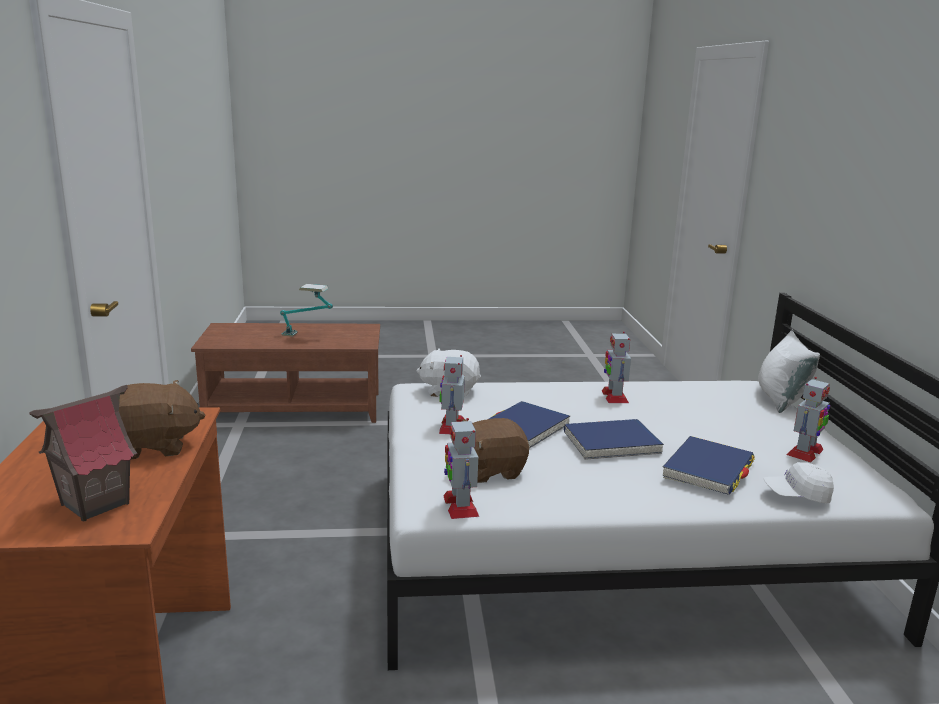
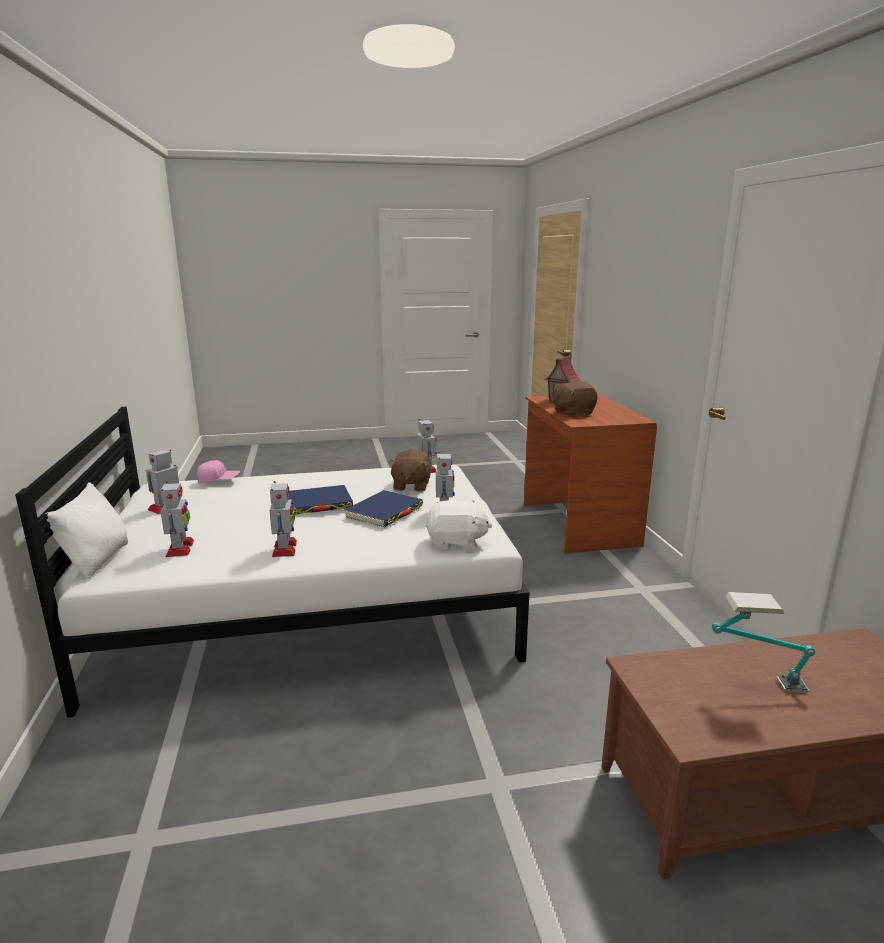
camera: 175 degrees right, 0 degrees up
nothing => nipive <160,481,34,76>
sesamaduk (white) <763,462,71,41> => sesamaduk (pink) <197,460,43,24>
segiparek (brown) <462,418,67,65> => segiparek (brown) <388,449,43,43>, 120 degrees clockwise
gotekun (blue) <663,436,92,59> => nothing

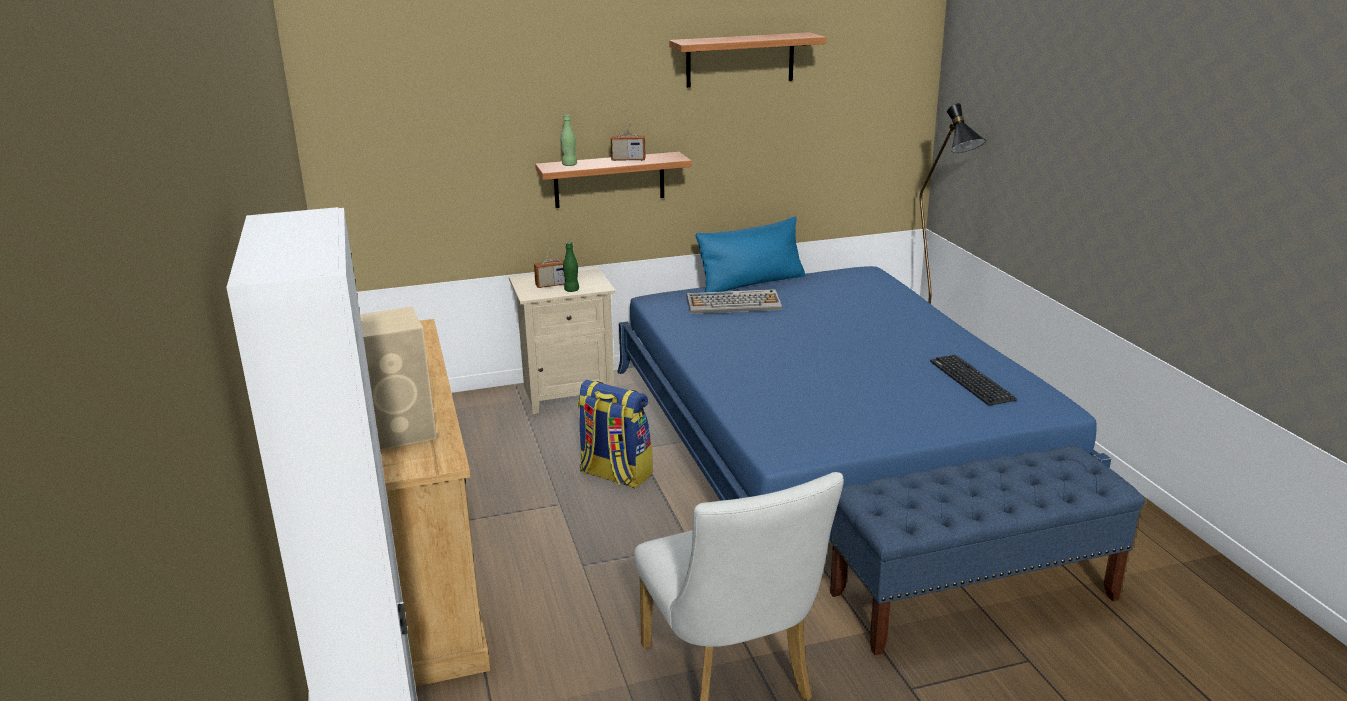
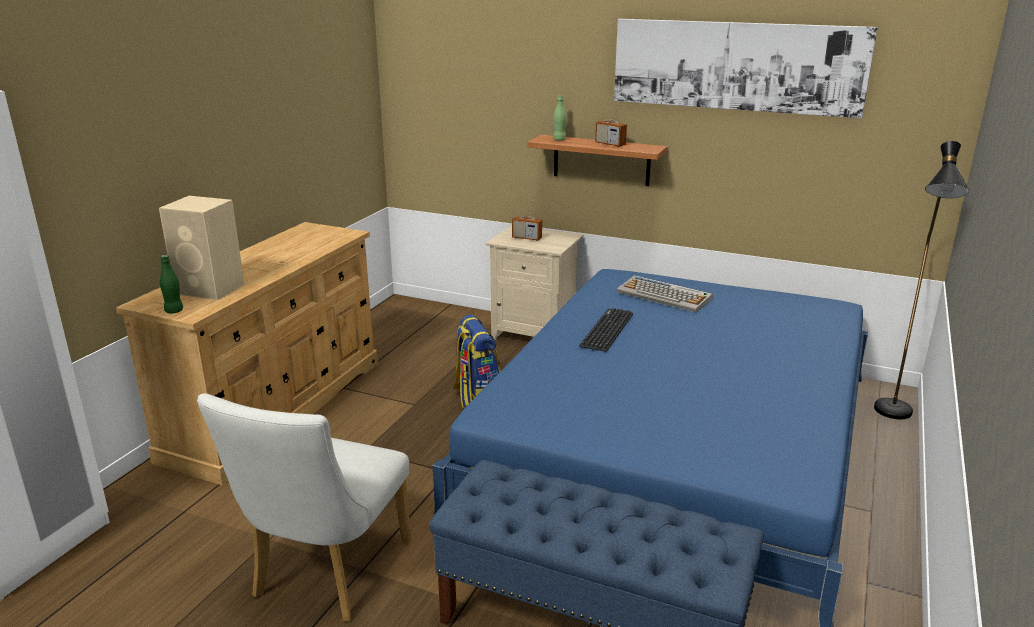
camera: 40 degrees right, 0 degrees up
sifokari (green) <563,242,16,50> => sifokari (green) <160,255,23,59>, move
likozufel <930,354,87,51> => likozufel <579,308,54,44>, move
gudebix <669,32,157,56> => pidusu <614,19,264,99>
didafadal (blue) <696,216,109,76> => nothing

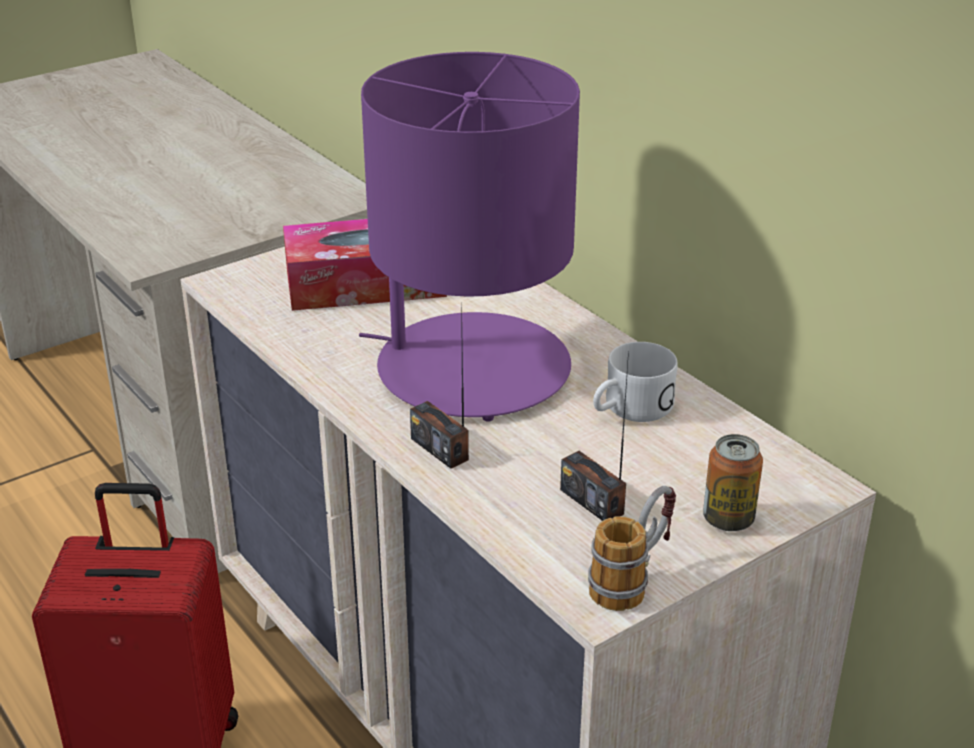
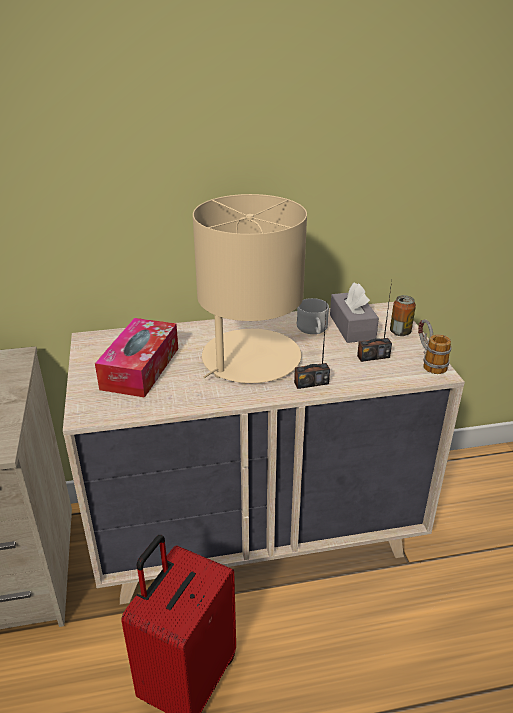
camera: 65 degrees left, 0 degrees up
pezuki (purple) <359,52,221,370> => pezuki (beige) <193,194,114,189>
nothing => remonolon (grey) <330,283,49,60>

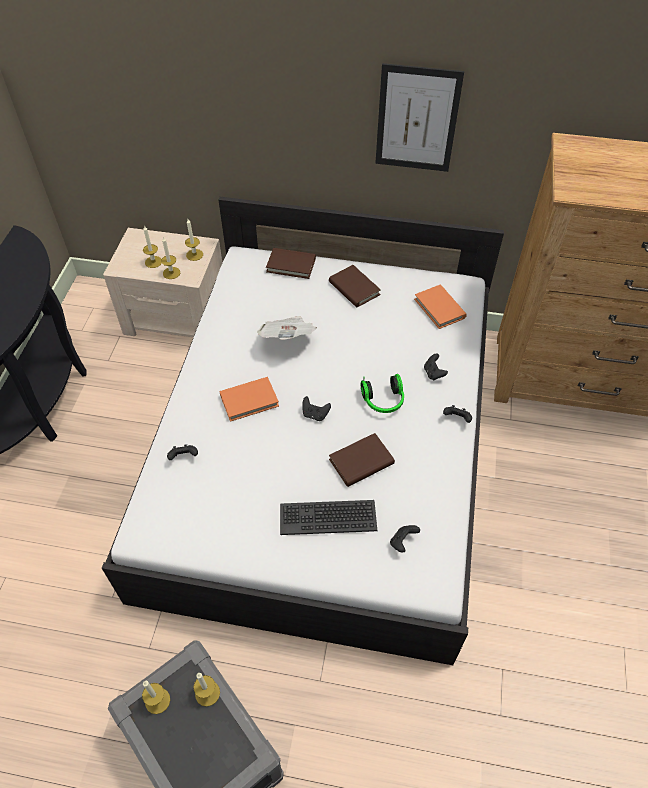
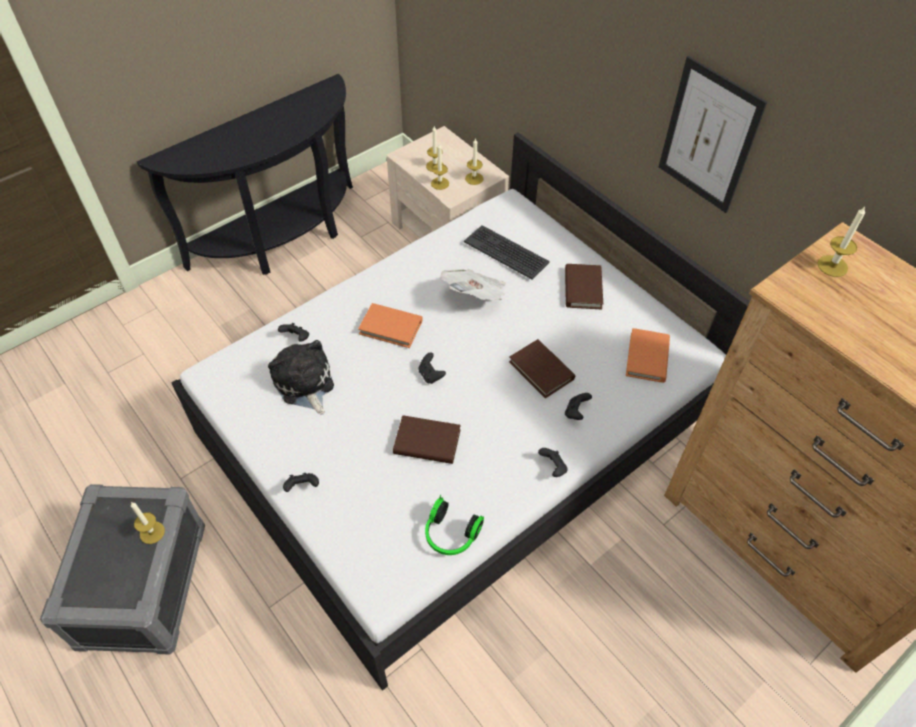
camera: 40 degrees right, 0 degrees up
nothing => segiparek <268,340,66,74>
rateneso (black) <390,525,30,28> => rateneso (black) <283,473,36,19>, move
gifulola <361,374,43,39> => gifulola <425,495,59,60>, move
likozufel <280,500,97,35> => likozufel <464,225,86,55>, move
gotekun (brown) <266,248,50,31> => gotekun (brown) <509,339,66,60>, move
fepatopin <142,681,28,33> => fepatopin <817,207,48,70>, move

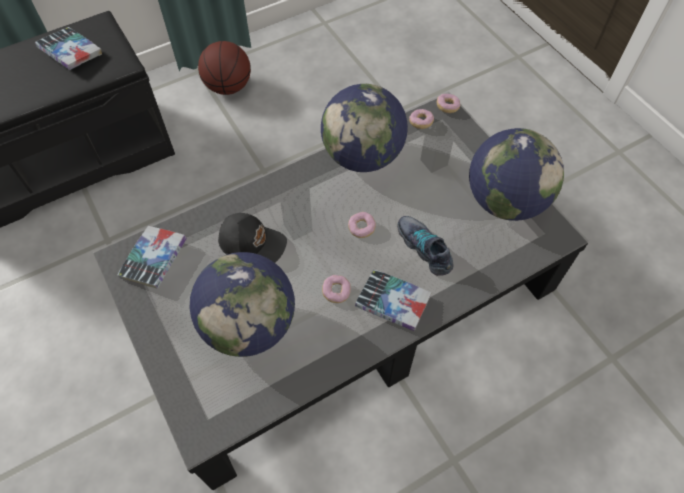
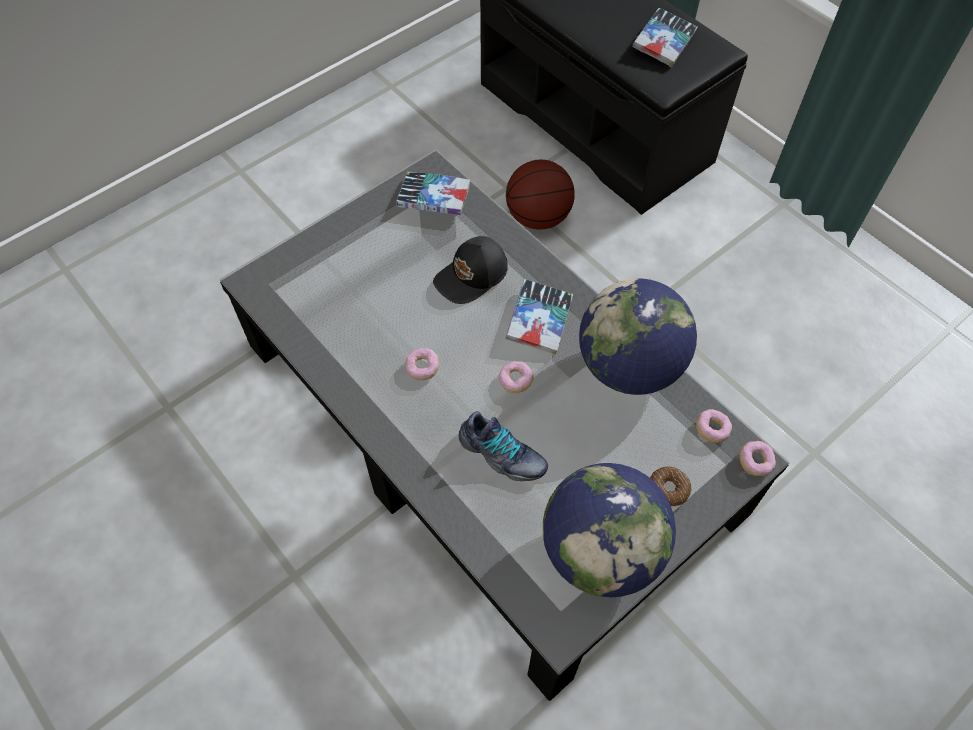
camera: 80 degrees right, 0 degrees up
sesamaduk (black) <218,213,69,50> => sesamaduk (black) <433,236,75,68>, 45 degrees clockwise
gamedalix <397,216,56,60> => gamedalix <459,411,89,70>, 75 degrees clockwise
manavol <198,41,53,54> => manavol <506,159,69,71>, move
gotekun <355,269,76,62> => gotekun <506,279,67,76>, move
nothing => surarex <650,466,42,41>
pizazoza <190,252,105,105> => nothing

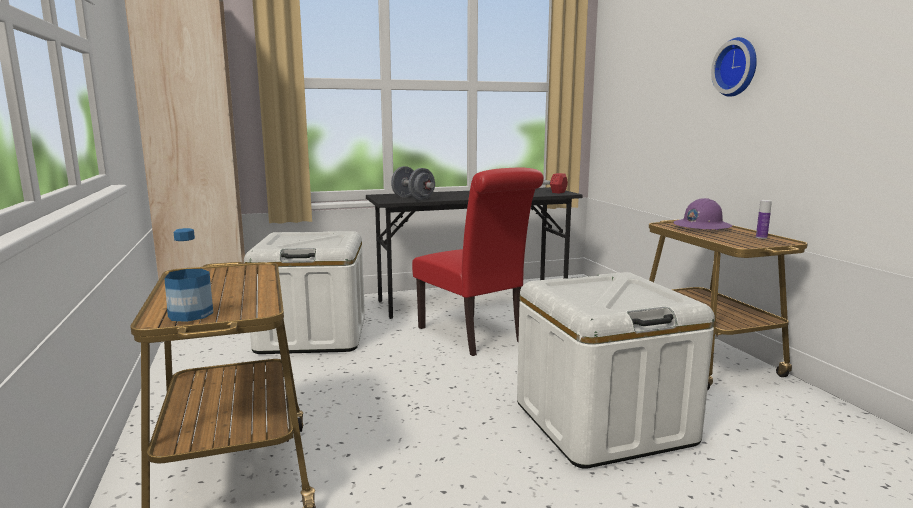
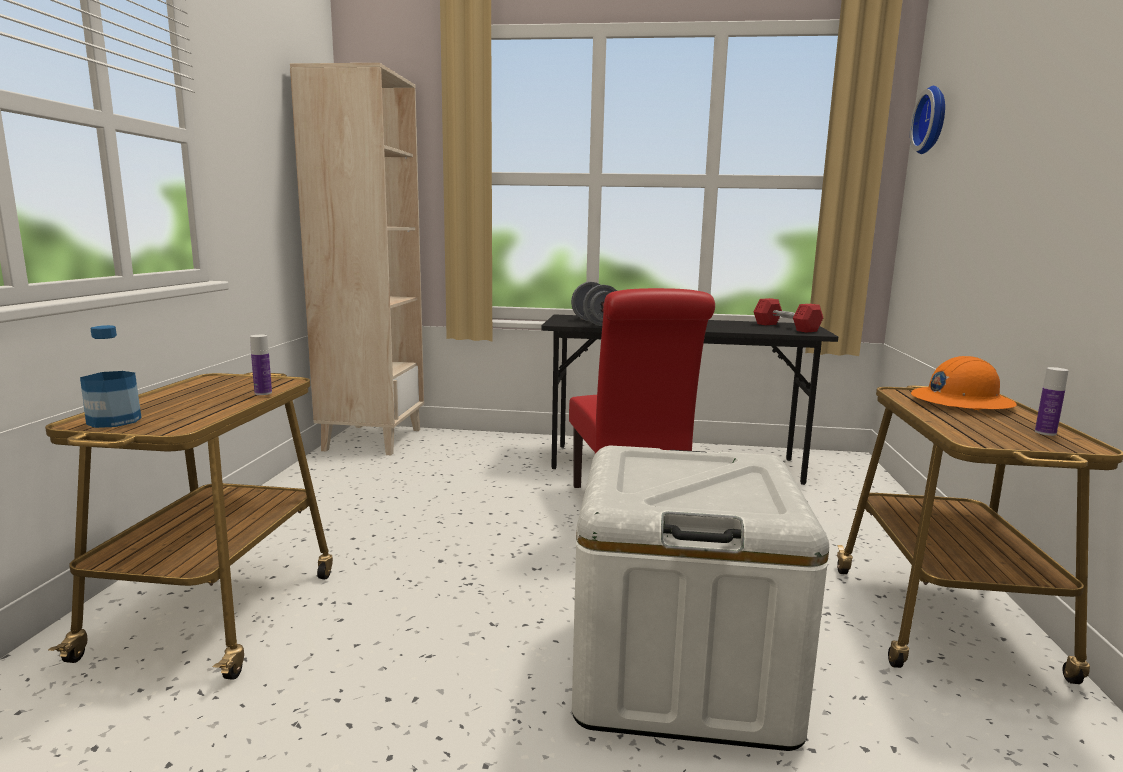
camera: 25 degrees right, 0 degrees up
nothing => sifokari <250,335,22,60>
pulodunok <711,37,46,60> => pulodunok <910,86,35,68>, move
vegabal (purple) <673,198,59,32> => vegabal (orange) <911,356,106,54>
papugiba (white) <244,231,121,123> => nothing

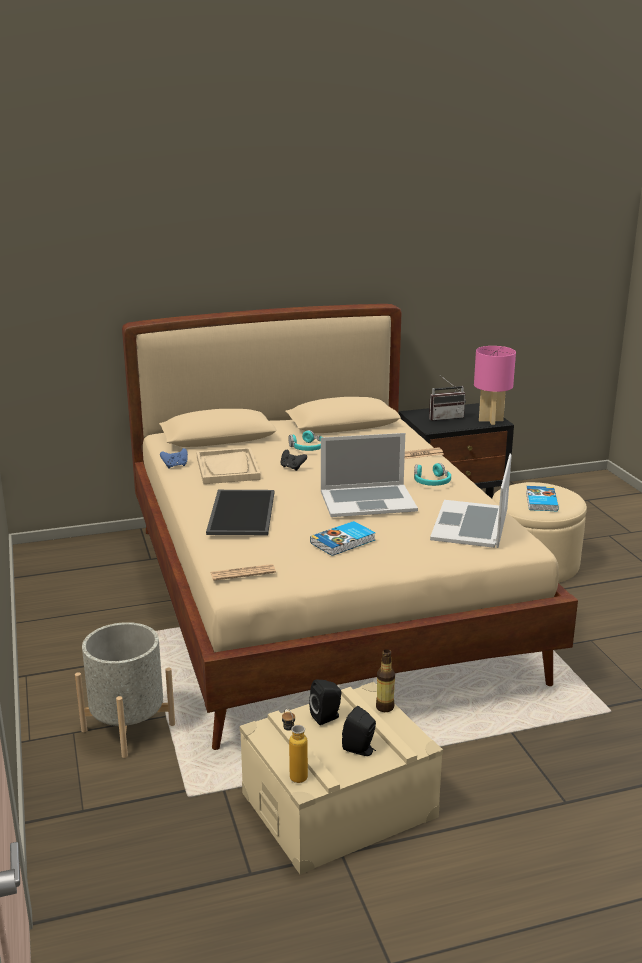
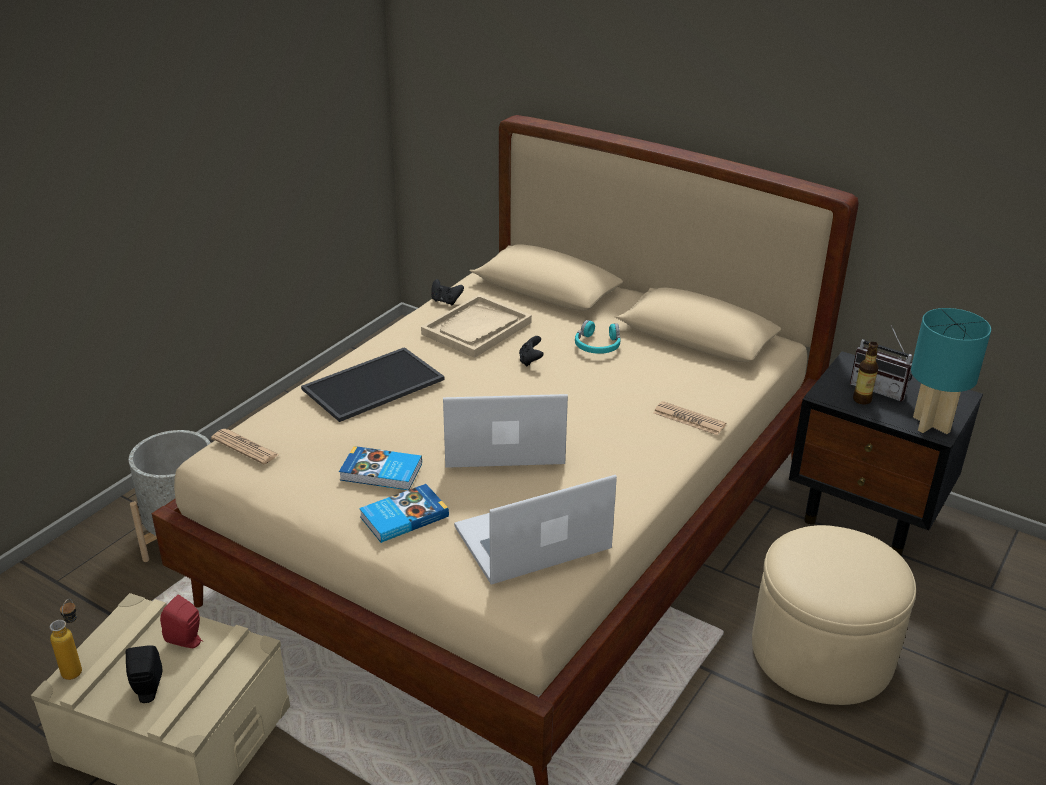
camera: 50 degrees right, 10 degrees up
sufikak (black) <309,680,32,45> => sufikak (red) <160,595,43,53>
gotekun <526,486,33,25> => gotekun <359,484,90,59>, move
rateneso (blue) <160,448,28,21> => rateneso (black) <431,279,33,26>
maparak <321,433,97,84> => maparak <443,394,125,74>, 135 degrees clockwise
sifokari <376,649,19,63> => sifokari <853,342,25,62>, move
pezuki (pink) <474,346,42,79> => pezuki (turquoise) <911,308,80,126>
gifulola (turquoise) <414,463,37,23> => nothing

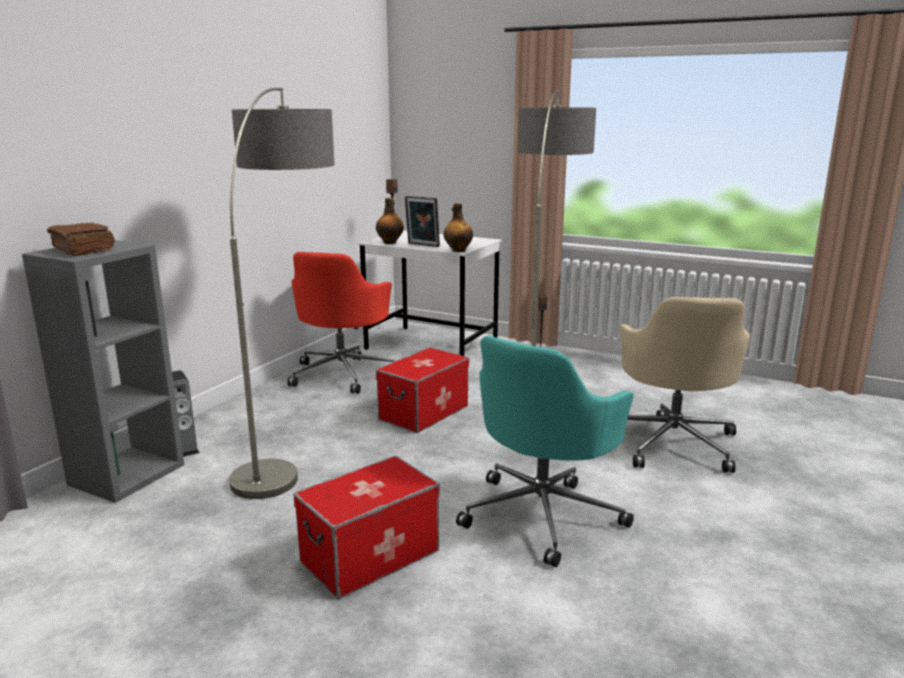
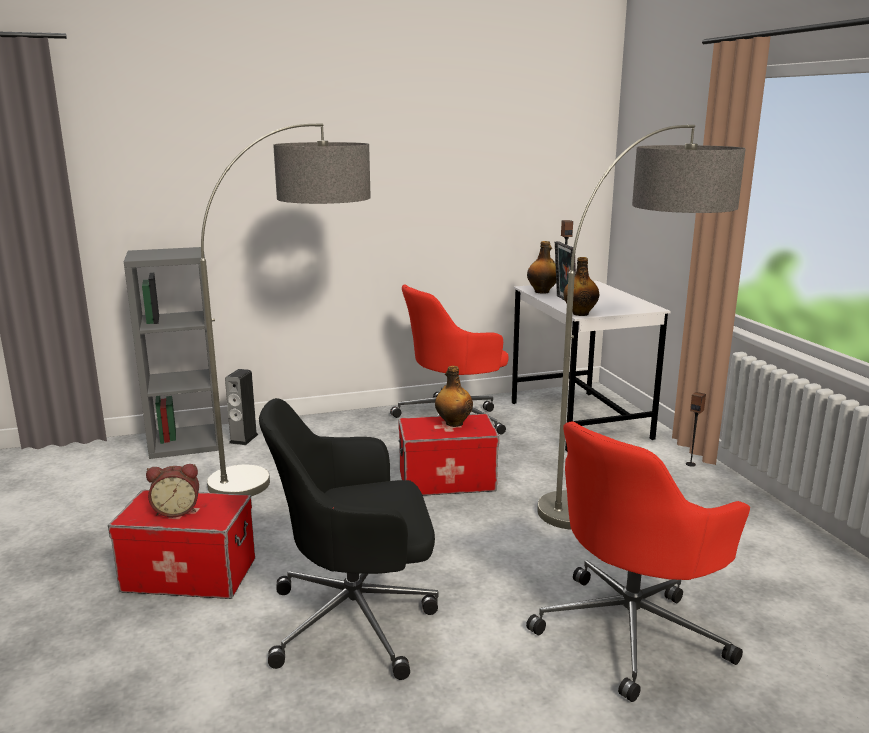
camera: 45 degrees right, 0 degrees up
nothing => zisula <146,464,53,53>
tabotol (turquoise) <456,336,178,231> => tabotol (black) <259,398,179,282>
nothing => sifokari <435,366,38,61>
tabotol (beige) <620,297,130,176> => tabotol (red) <526,421,224,281>
gotekun (brown) <47,222,68,34> => nothing

